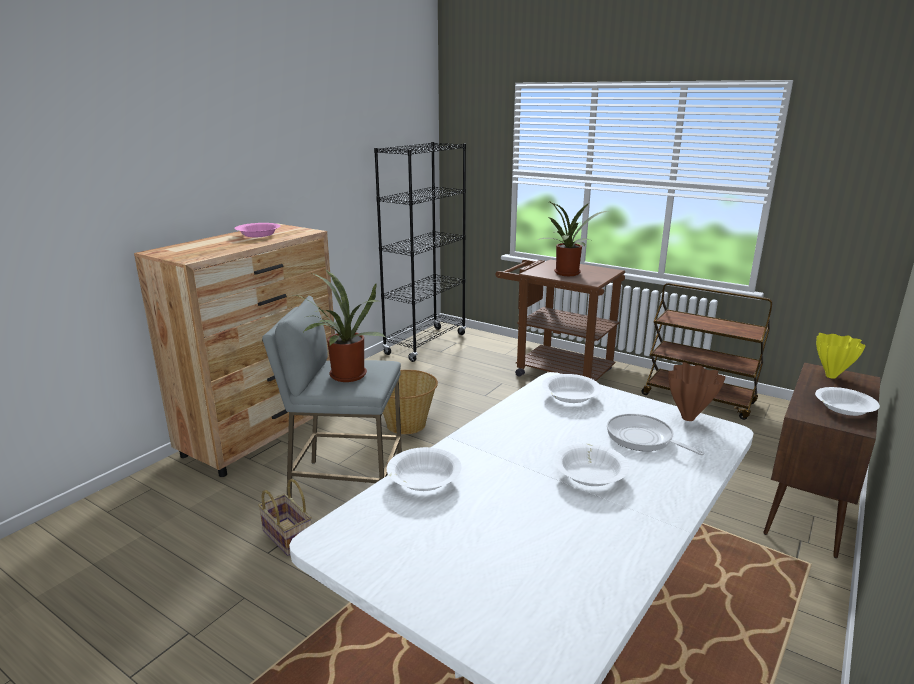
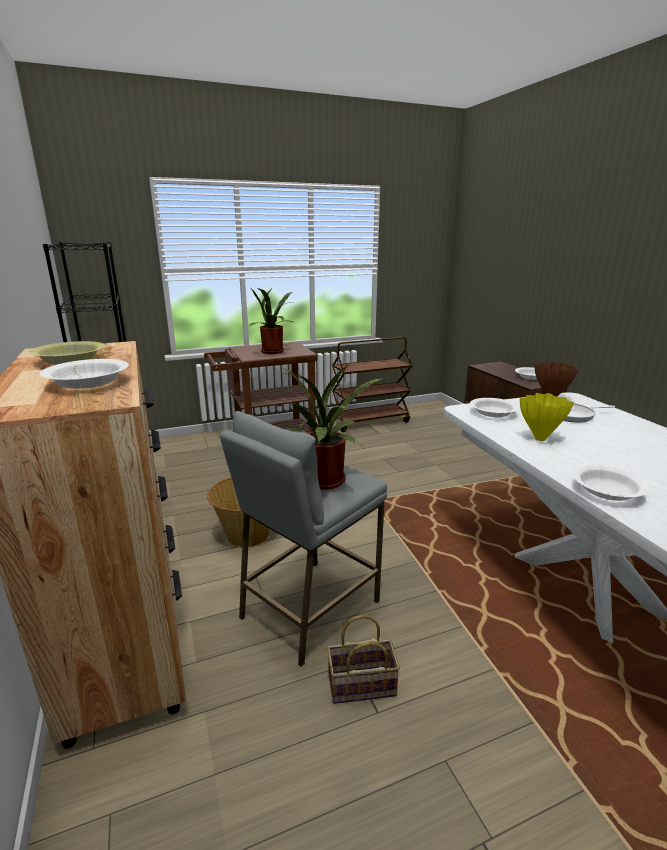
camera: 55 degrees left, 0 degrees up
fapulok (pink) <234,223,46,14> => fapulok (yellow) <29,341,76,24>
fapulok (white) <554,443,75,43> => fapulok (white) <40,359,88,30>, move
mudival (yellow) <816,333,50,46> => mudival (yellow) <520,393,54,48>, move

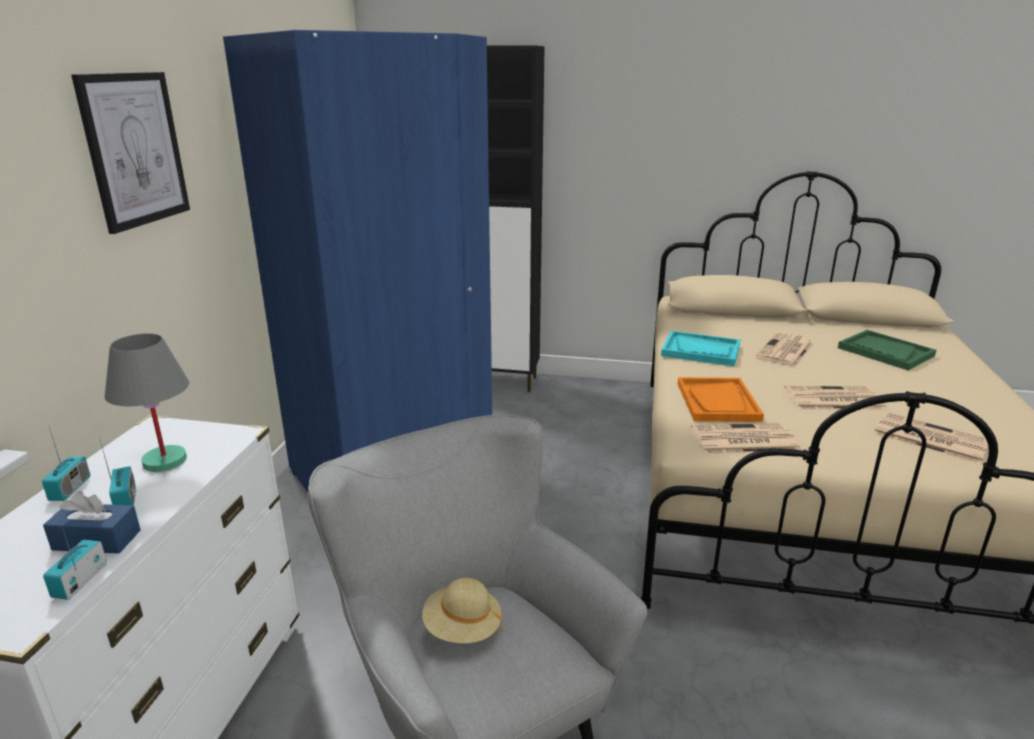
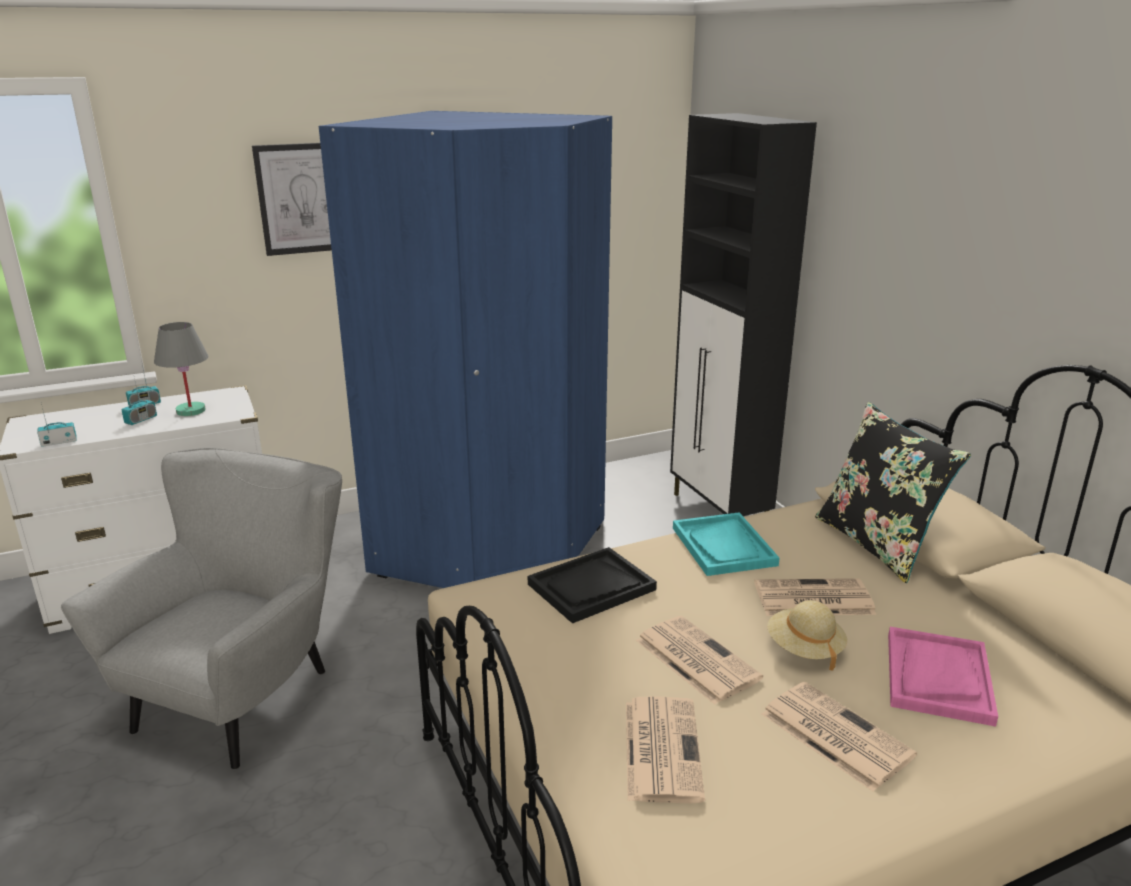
camera: 55 degrees right, 0 degrees up
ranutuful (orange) <678,377,86,45> => ranutuful (black) <528,547,129,77>
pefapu <691,423,109,31> => pefapu <762,682,155,109>, move
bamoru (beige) <422,578,80,65> => bamoru (beige) <767,600,80,70>, move
nothing => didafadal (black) <815,402,156,181>
ranutuful (green) <838,330,98,40> => ranutuful (pink) <888,627,110,100>
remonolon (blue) <43,491,98,63> => nothing

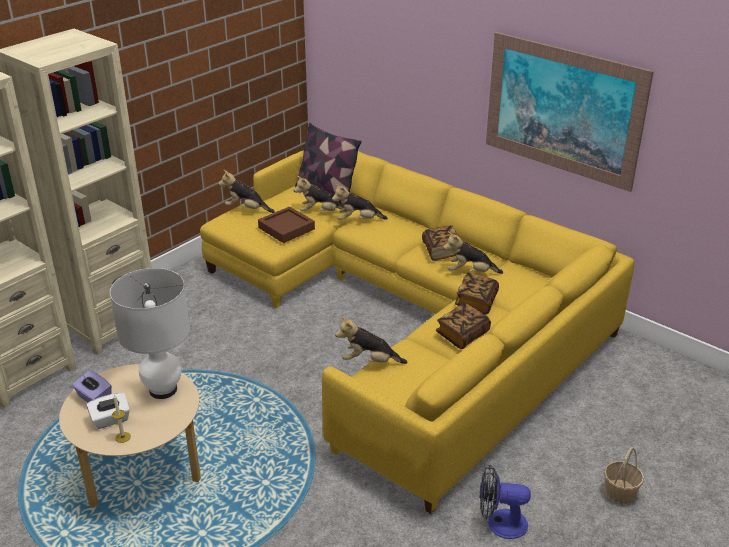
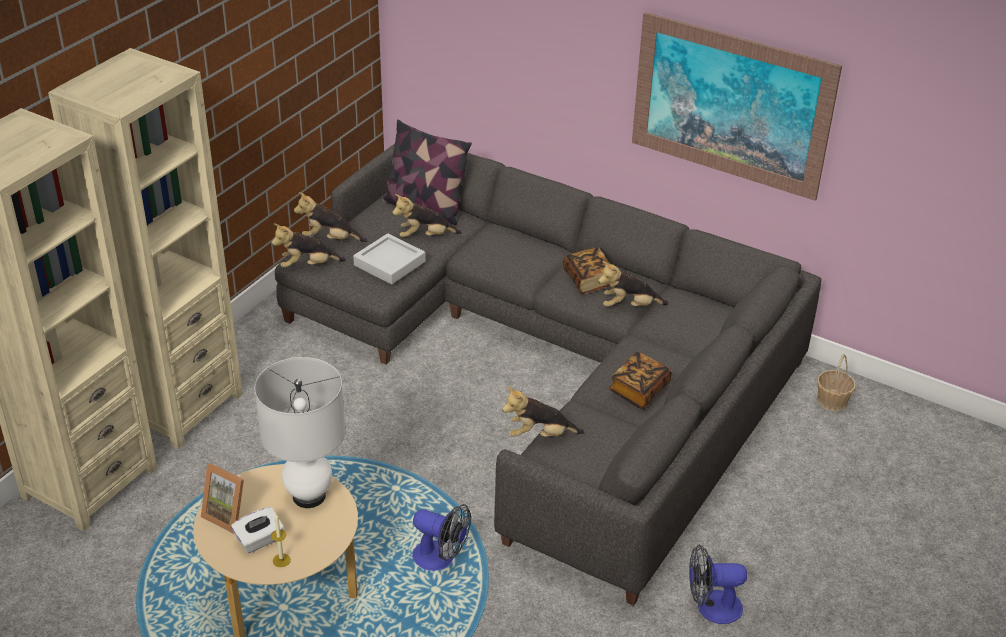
camera: 10 degrees left, 5 degrees up
remonolon (purple) <72,370,40,33> => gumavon <201,463,43,71>
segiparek <332,184,56,36> => segiparek <272,224,74,44>, move
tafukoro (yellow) <200,150,435,364> => tafukoro (grey) <275,144,547,462>
ranutuful (brown) <258,207,57,36> => ranutuful (grey) <353,233,73,52>
nothing => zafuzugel <412,504,59,67>
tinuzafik <604,447,40,57> => tinuzafik <817,354,39,57>, move
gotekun <455,273,44,42> => nothing

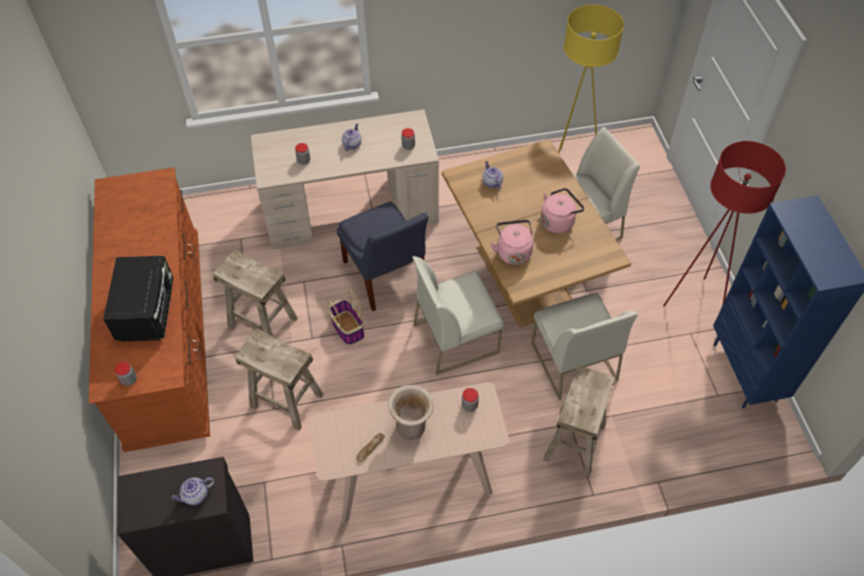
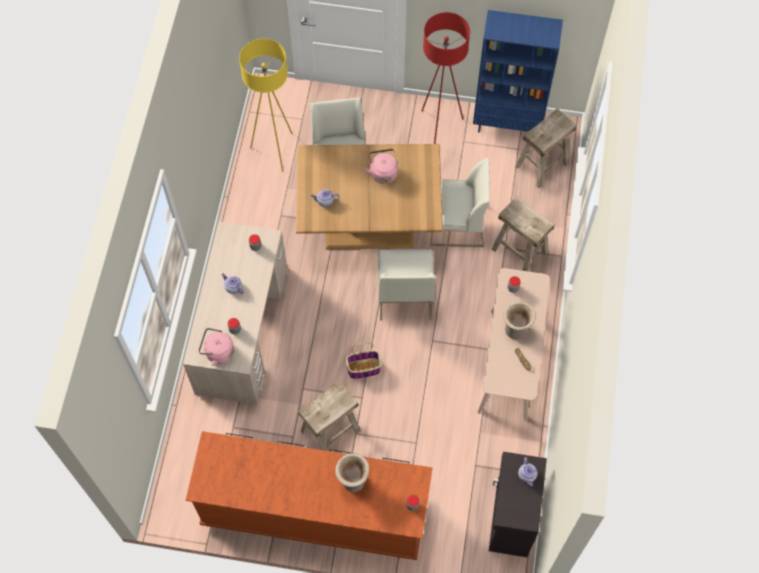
camera: 70 degrees left, 10 degrees up
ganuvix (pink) <490,220,44,45> => ganuvix (pink) <199,328,35,38>, move
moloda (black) <103,256,70,86> => mudival (beige) <335,453,34,39>
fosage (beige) <235,328,89,103> => fosage (beige) <515,108,61,80>, move
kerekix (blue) <337,202,92,109> => nothing

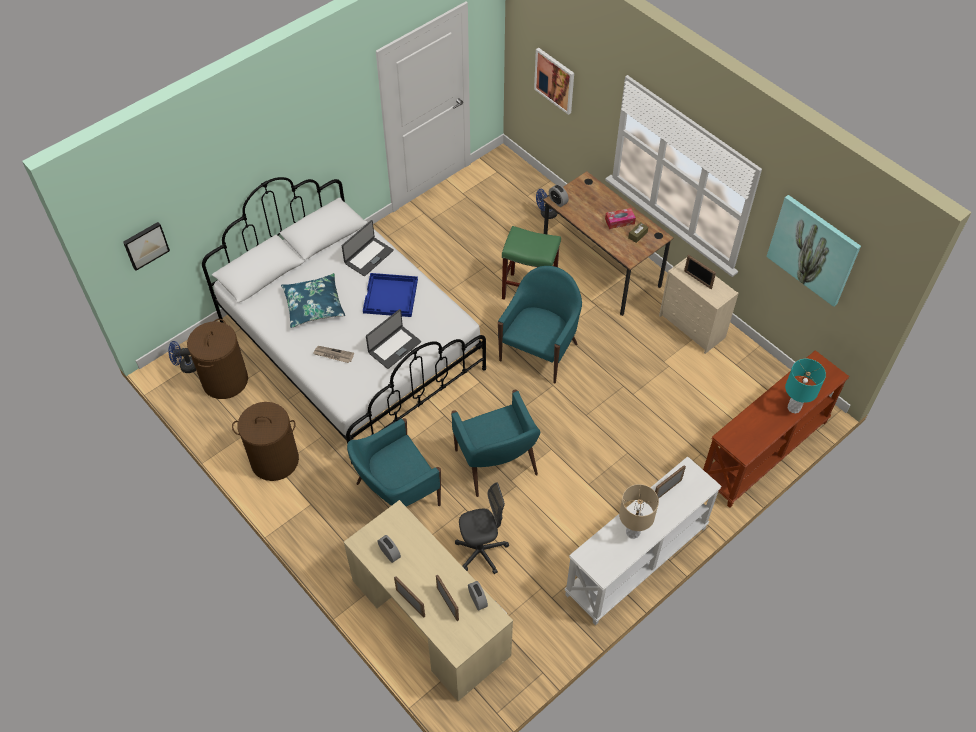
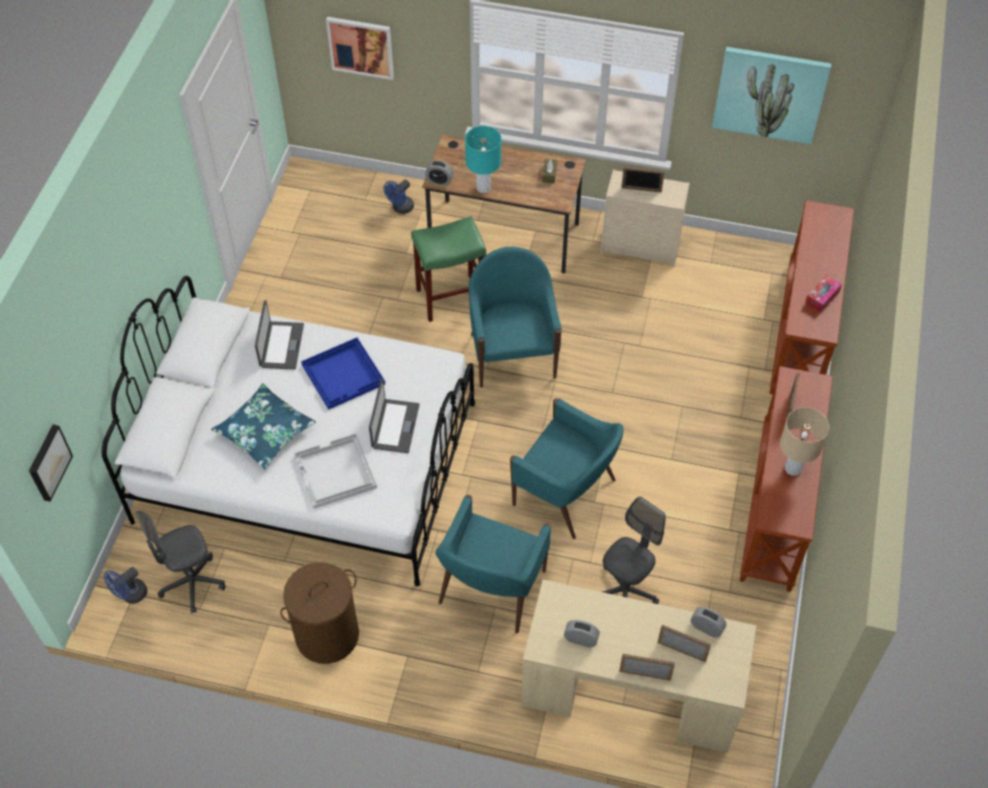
camera: 35 degrees left, 0 degrees up
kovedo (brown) <187,319,61,80> => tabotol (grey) <136,511,90,102>
pefapu <313,346,41,17> => ranutuful (white) <294,433,83,76>
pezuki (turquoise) <785,359,41,54> => pezuki (turquoise) <465,126,36,67>, move
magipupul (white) <565,456,157,170> => magipupul (brown) <740,366,93,226>
remonolon <605,208,31,21> => remonolon <805,275,37,38>, move

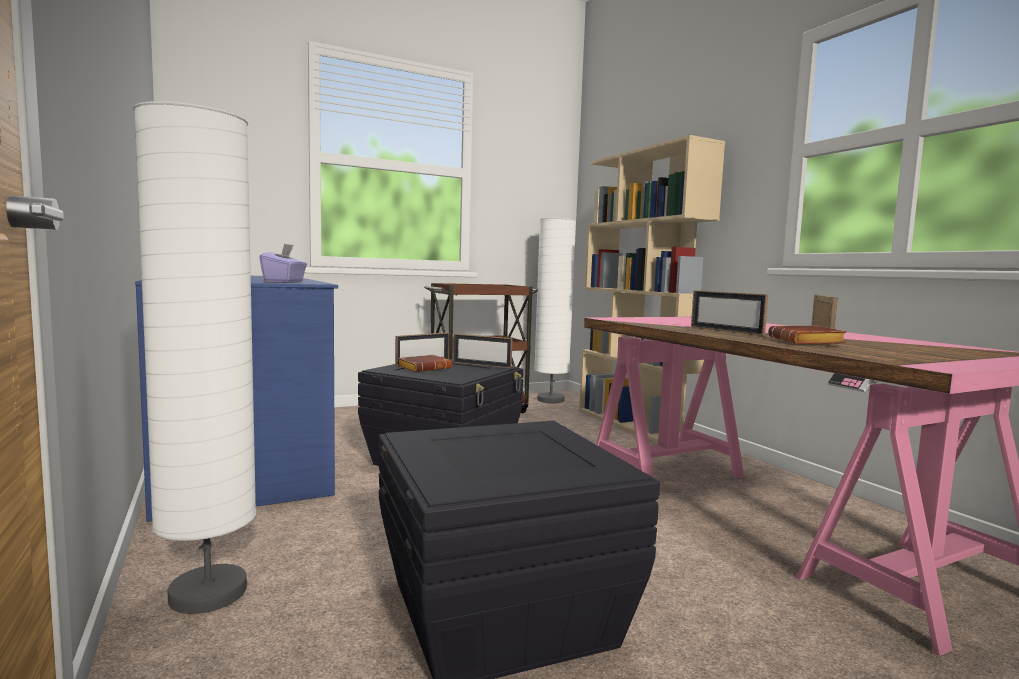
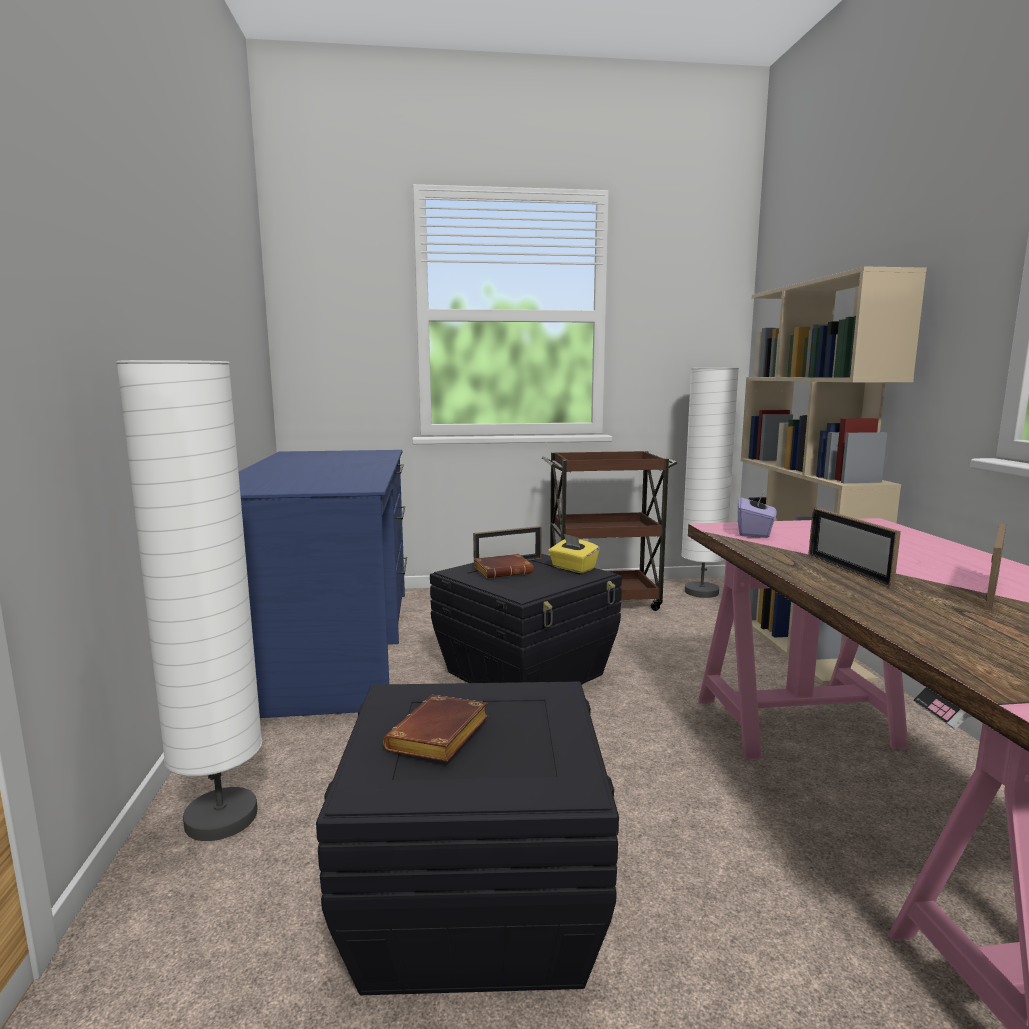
camera: 20 degrees right, 5 degrees up
gotekun (brown) <768,325,79,19> => gotekun (brown) <383,695,105,67>, move
gumavon <453,334,59,34> => remonolon (yellow) <548,534,52,39>
remonolon (purple) <259,243,48,40> => remonolon (purple) <738,490,38,48>, move

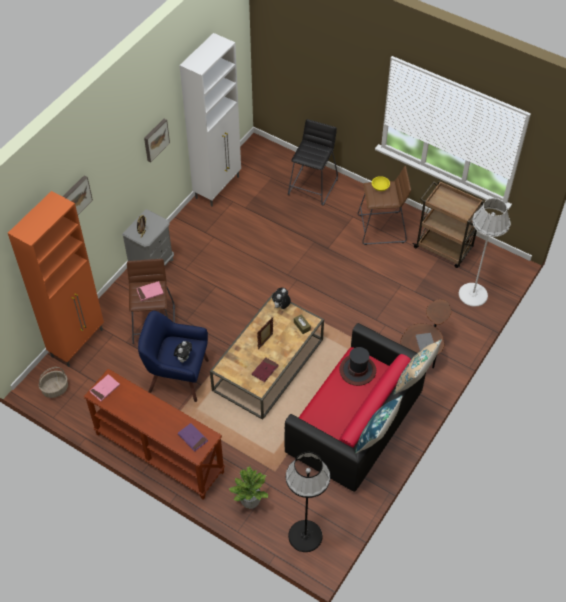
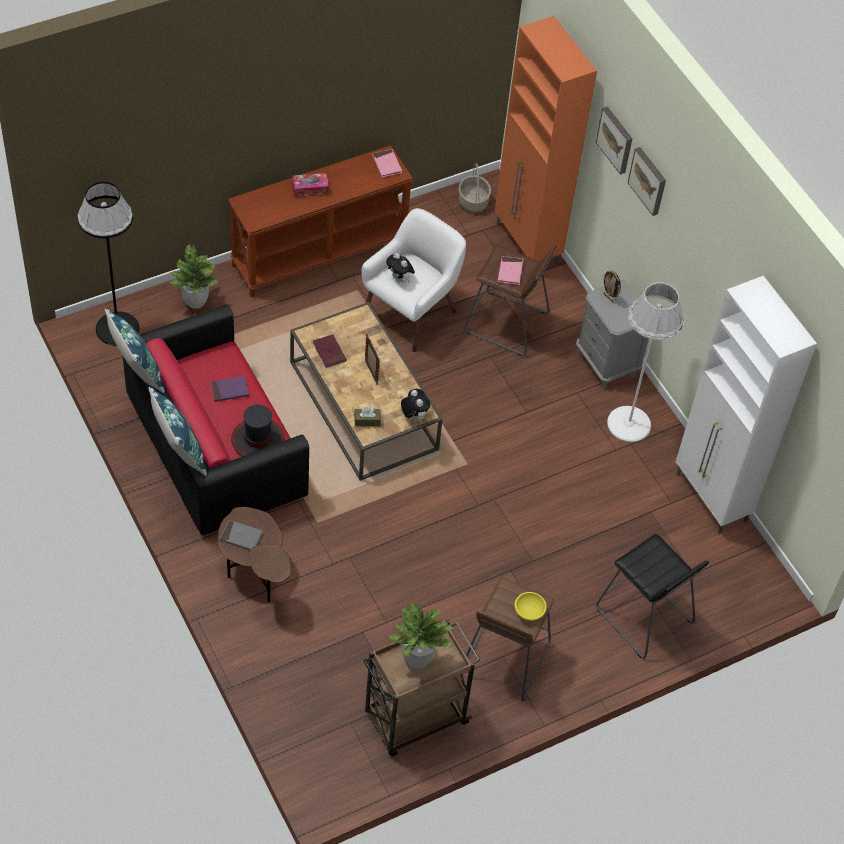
camera: 115 degrees right, 0 degrees up
didafadal (beige) <394,340,48,54> => didafadal (blue) <149,386,58,90>
gotekun (purple) <178,423,30,29> => gotekun (purple) <211,376,38,26>, move
nothing => remonolon <292,173,37,24>
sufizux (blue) <138,311,71,91> => sufizux (white) <361,208,105,144>
nothing => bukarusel <388,603,65,66>
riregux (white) <459,198,52,108> => riregux (white) <607,282,77,160>, move
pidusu <144,119,26,43> => pidusu <628,147,38,69>, move

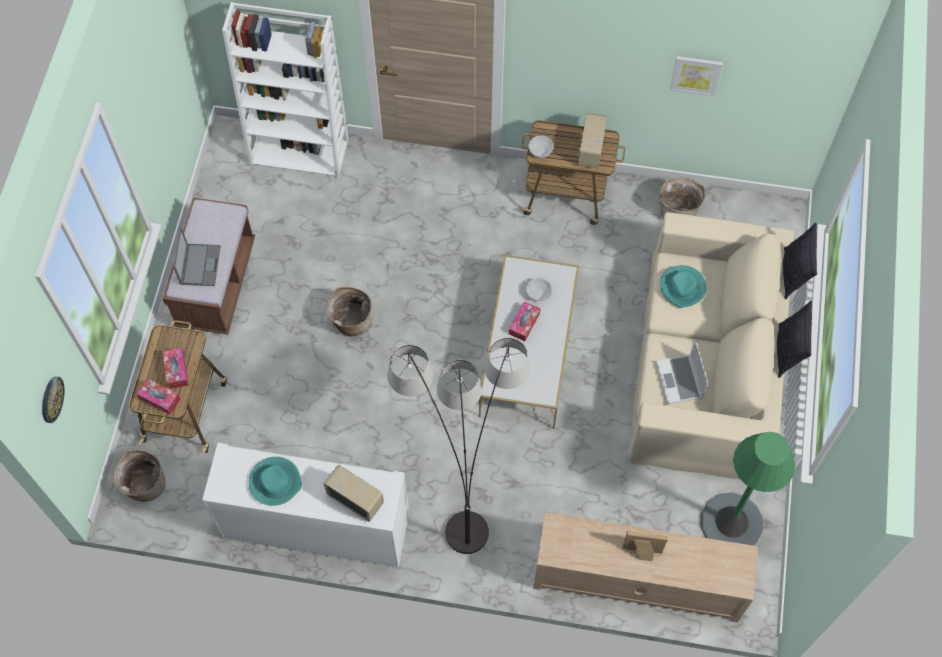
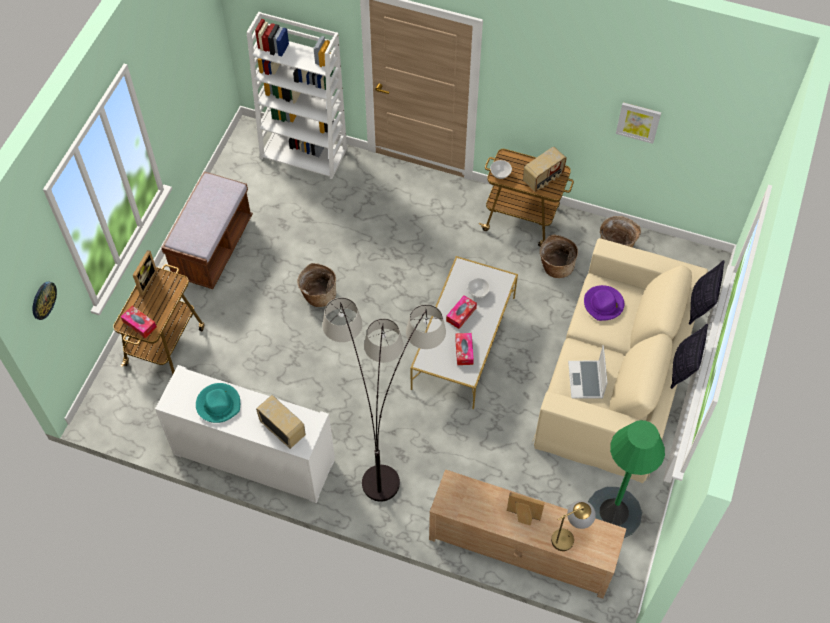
camera: 10 degrees right, 5 degrees down
nothing => gumavon <133,250,24,45>
remonolon <163,348,25,41> => remonolon <455,333,19,32>, move
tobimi <577,113,30,55> => tobimi <523,147,44,45>, 150 degrees counterclockwise
tinuzafik <114,450,52,52> => tinuzafik <540,234,38,44>, move
nothing => pezuki <551,500,45,51>
bamoru (turquoise) <660,265,47,43> => bamoru (purple) <584,285,40,36>
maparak <173,226,48,60> => nothing

